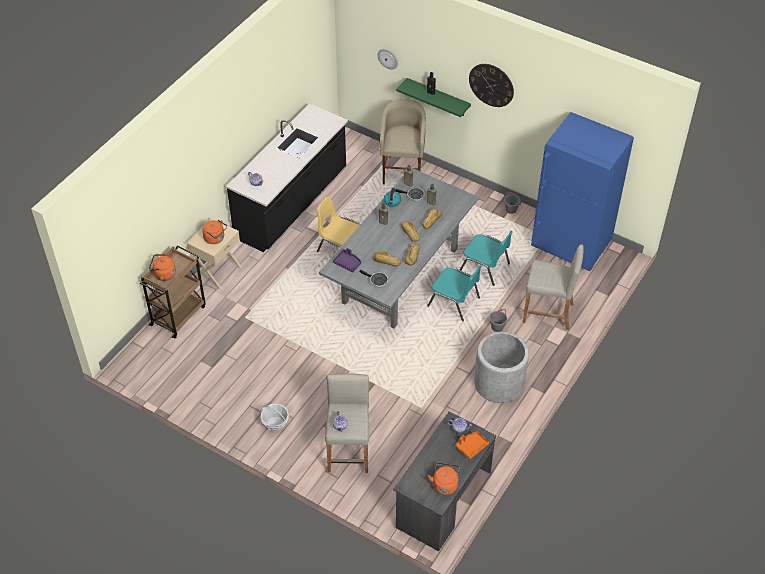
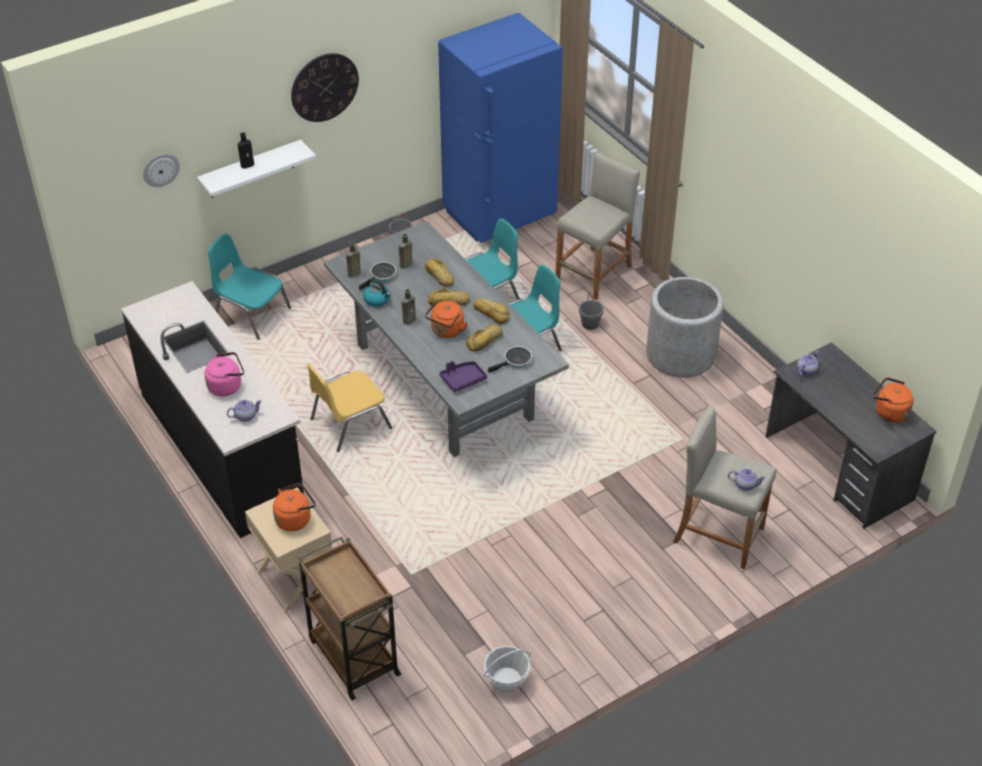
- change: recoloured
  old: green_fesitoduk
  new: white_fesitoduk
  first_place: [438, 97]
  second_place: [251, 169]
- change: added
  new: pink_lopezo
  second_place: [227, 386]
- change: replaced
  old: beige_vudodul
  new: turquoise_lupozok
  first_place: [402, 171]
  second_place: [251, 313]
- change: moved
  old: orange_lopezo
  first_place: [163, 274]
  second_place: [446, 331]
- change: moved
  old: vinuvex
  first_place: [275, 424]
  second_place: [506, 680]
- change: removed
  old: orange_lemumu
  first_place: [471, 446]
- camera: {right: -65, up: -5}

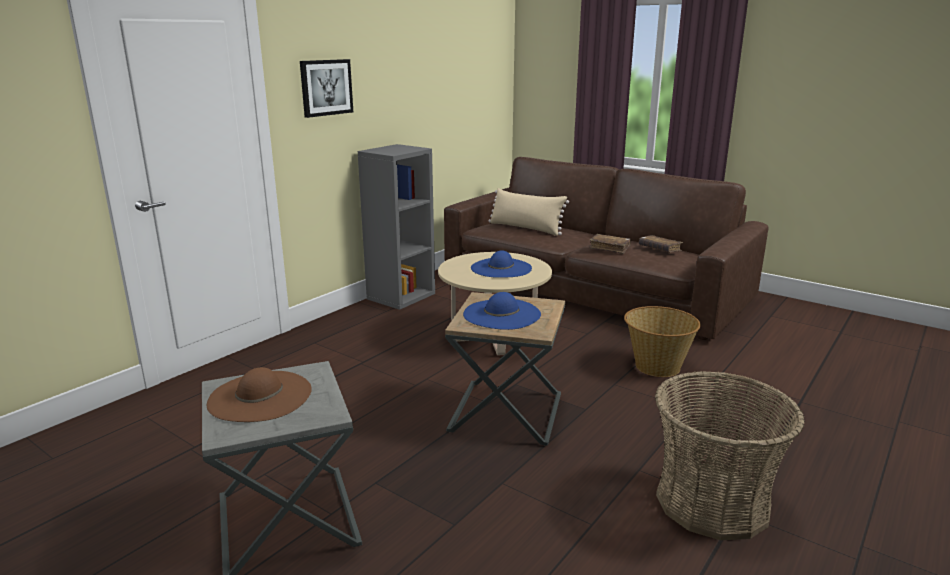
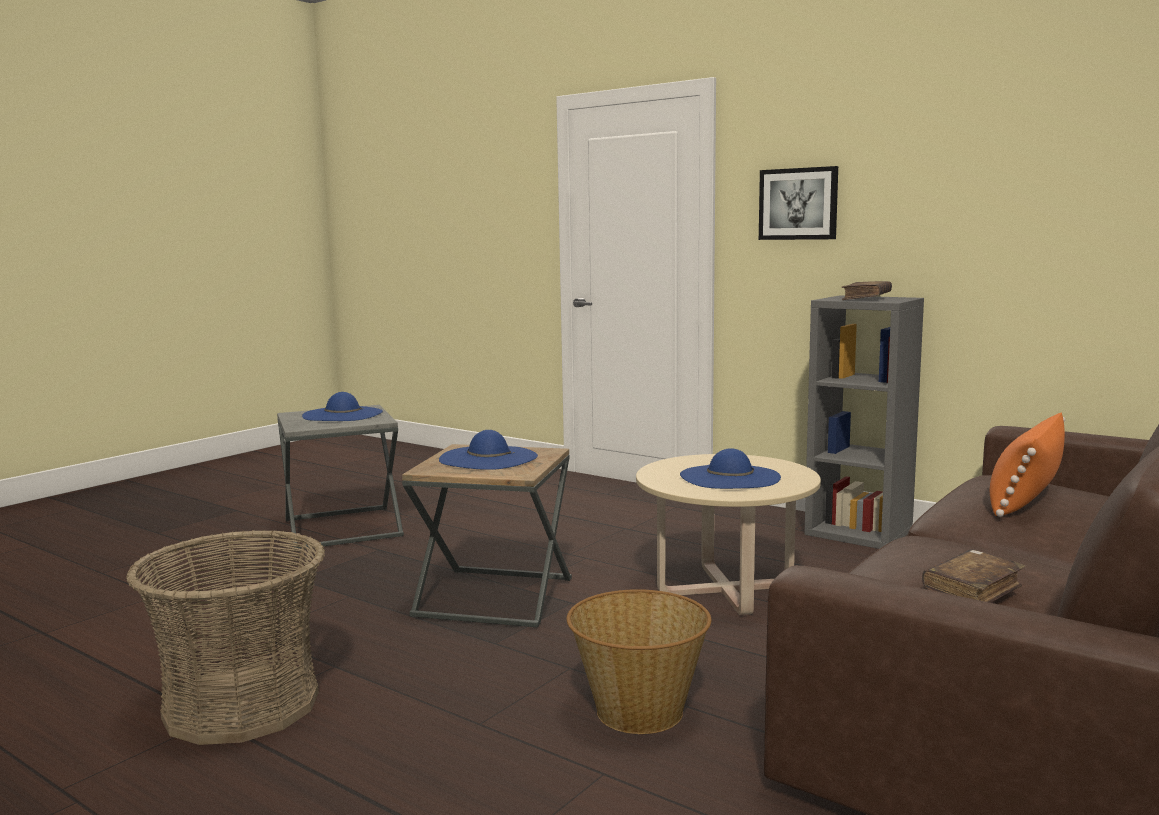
- change: recoloured
  old: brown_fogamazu
  new: blue_fogamazu
  first_place: [260, 396]
  second_place: [342, 414]
- change: moved
  old: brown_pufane
  first_place: [609, 248]
  second_place: [866, 298]
- change: recoloured
  old: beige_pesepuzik
  new: orange_pesepuzik
  first_place: [525, 228]
  second_place: [1025, 497]
- camera: {right: 90, up: -10}

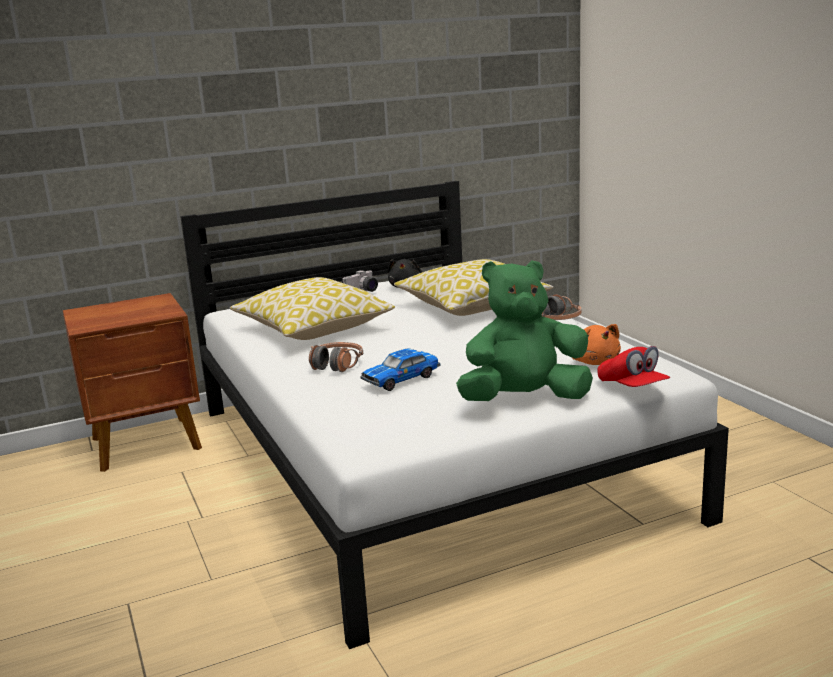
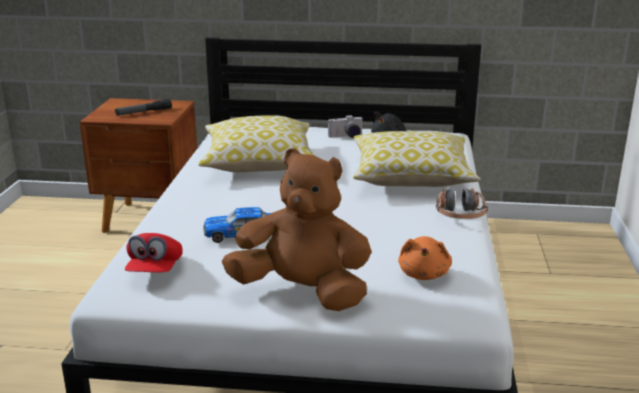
- change: added
  new: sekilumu
  second_place: [144, 112]
- change: moved
  old: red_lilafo
  first_place: [632, 387]
  second_place: [155, 270]
- change: recoloured
  old: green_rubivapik
  new: brown_rubivapik
  first_place: [524, 400]
  second_place: [302, 292]
- change: removed
  old: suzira
  first_place: [336, 365]
- camera: {right: 30, up: 5}

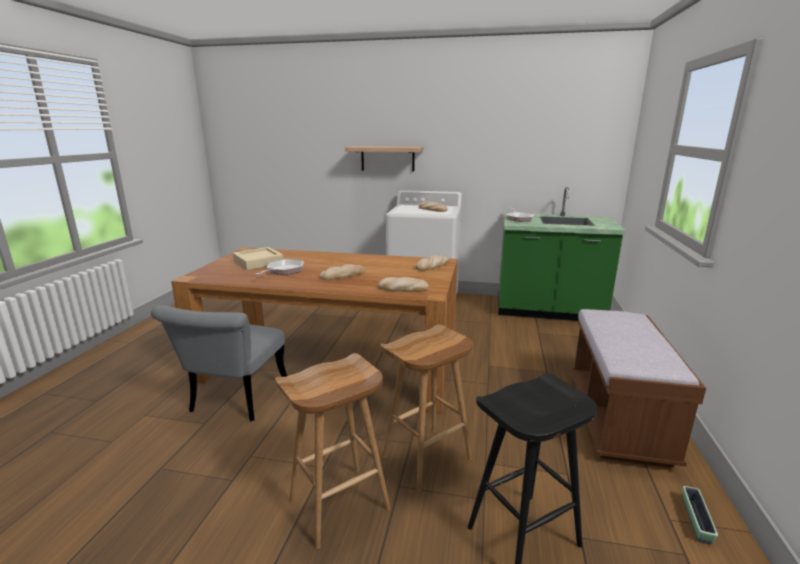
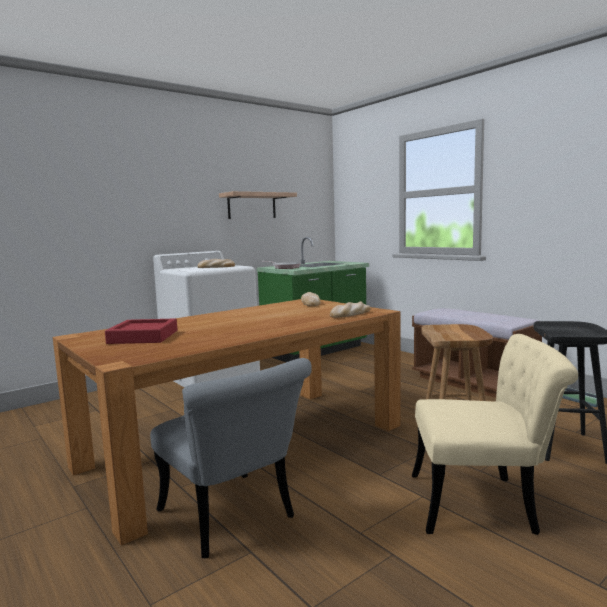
- change: recoloured
  old: beige_lemumu
  new: red_lemumu
  first_place: [258, 262]
  second_place: [143, 337]
- change: moved
  old: fesitoduk
  first_place: [387, 158]
  second_place: [252, 206]
- change: replaced
  old: brown_vudodul
  new: beige_lupozok
  first_place: [338, 506]
  second_place: [485, 503]
- change: removed
  old: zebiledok
  first_place: [283, 271]
- change: removed
  old: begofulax
  first_place: [342, 275]
- camera: {right: -50, up: -10}

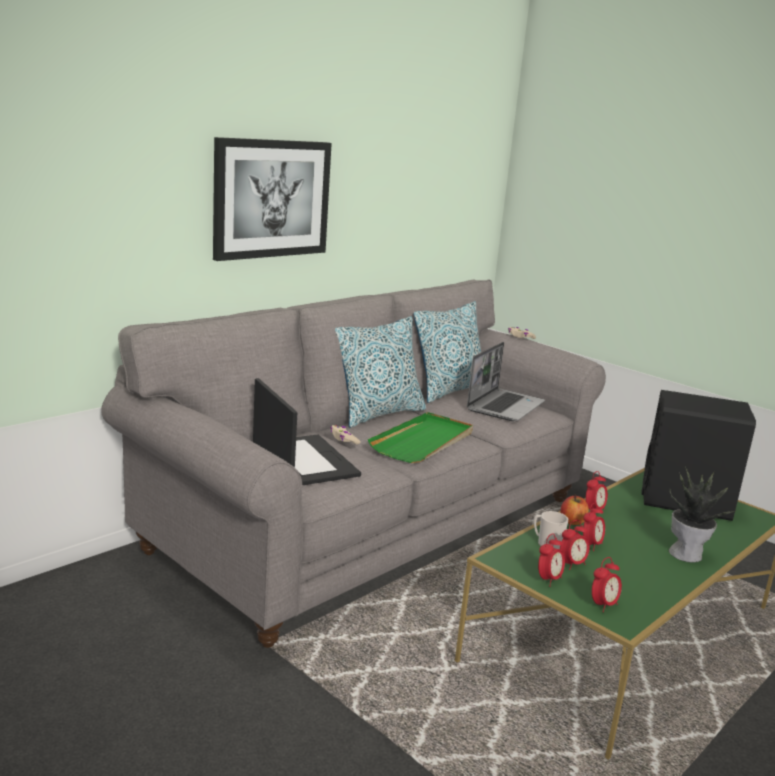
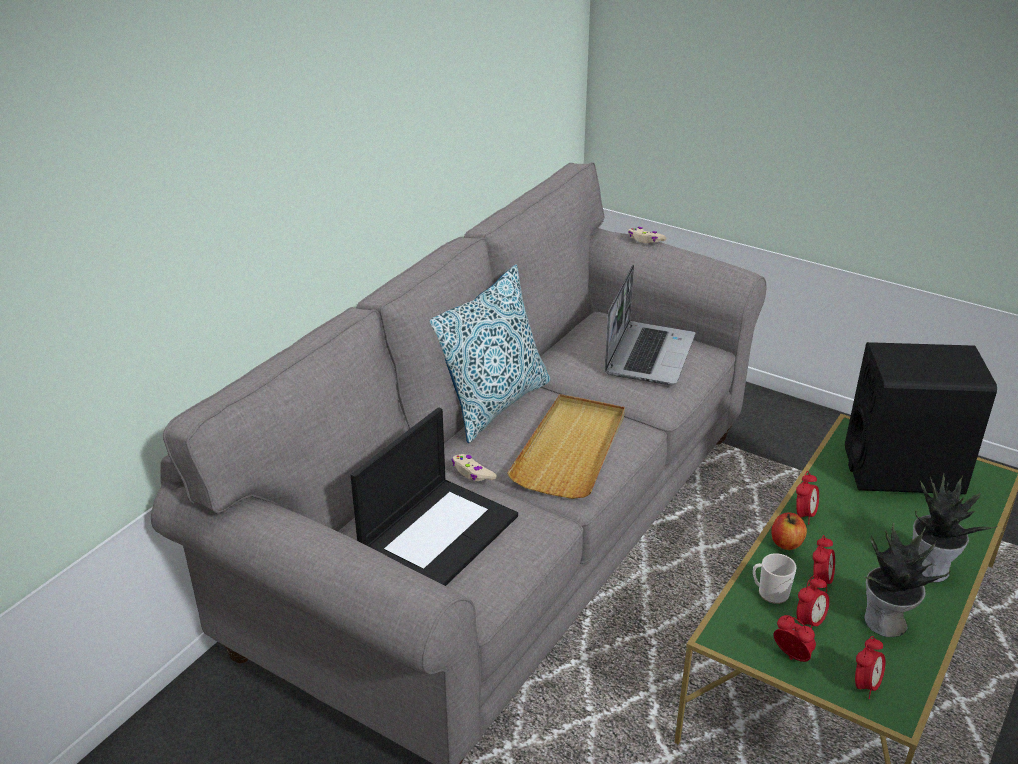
- change: turned
  old: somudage
  first_place: [303, 460]
  second_place: [439, 533]
  degrees: 75
- change: recoloured
  old: green_lemumu
  new: beige_lemumu
  first_place: [423, 441]
  second_place: [571, 449]
- change: turned
  old: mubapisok
  first_place: [548, 579]
  second_place: [791, 657]
  degrees: -75
- change: added
  new: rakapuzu
  second_place: [885, 623]
- change: removed
  old: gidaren
  first_place: [271, 198]
- change: removed
  old: pesepuzik
  first_place: [449, 390]
- camera: {right: -10, up: 15}

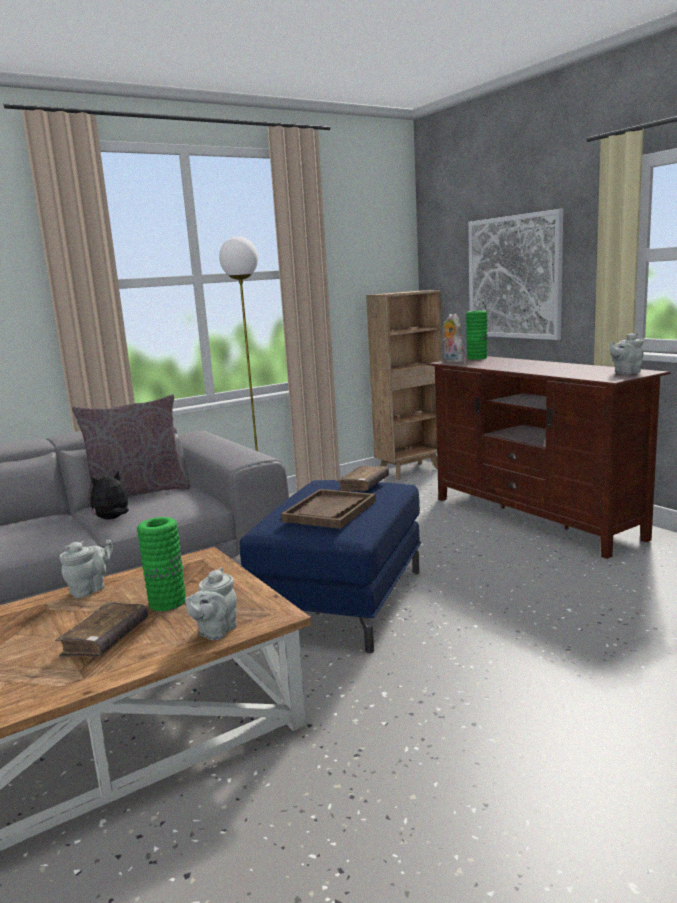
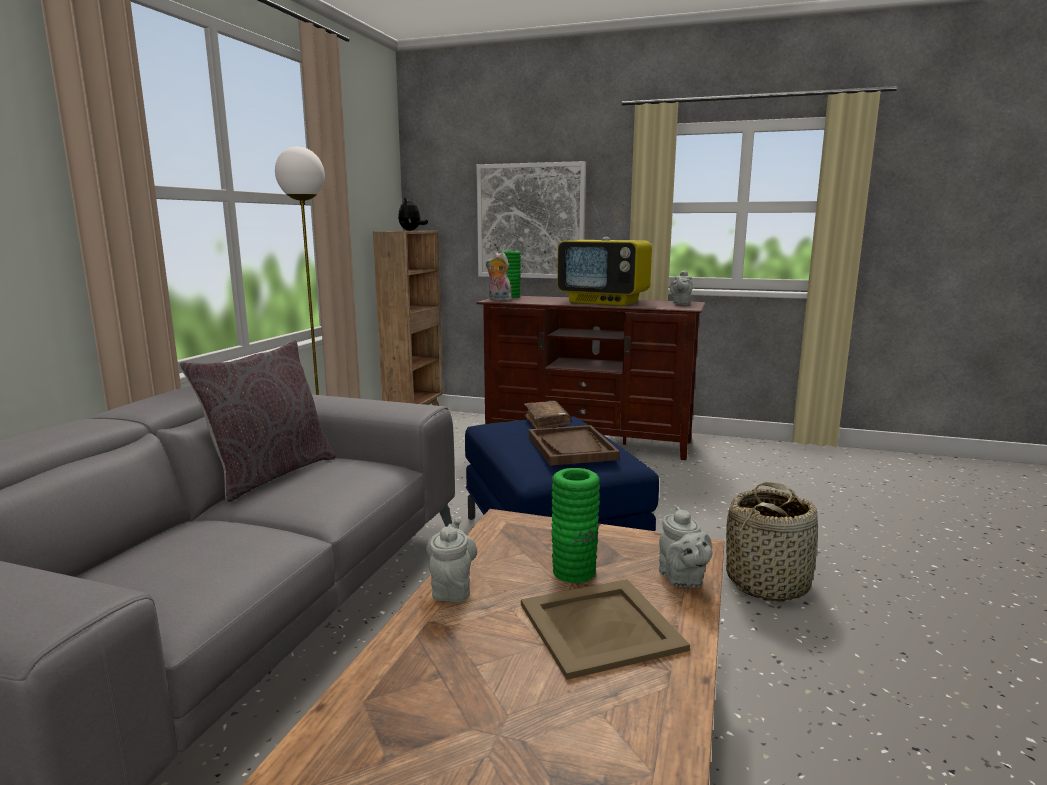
- change: moved
  old: rubivapik
  first_place: [112, 519]
  second_place: [411, 230]
- change: replaced
  old: brown_pufane
  new: beige_lemumu
  first_place: [106, 640]
  second_place: [599, 627]
- change: added
  new: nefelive
  second_place: [604, 302]
- change: added
  new: vinuvex
  second_place: [768, 582]
- camera: {right: -40, up: 0}

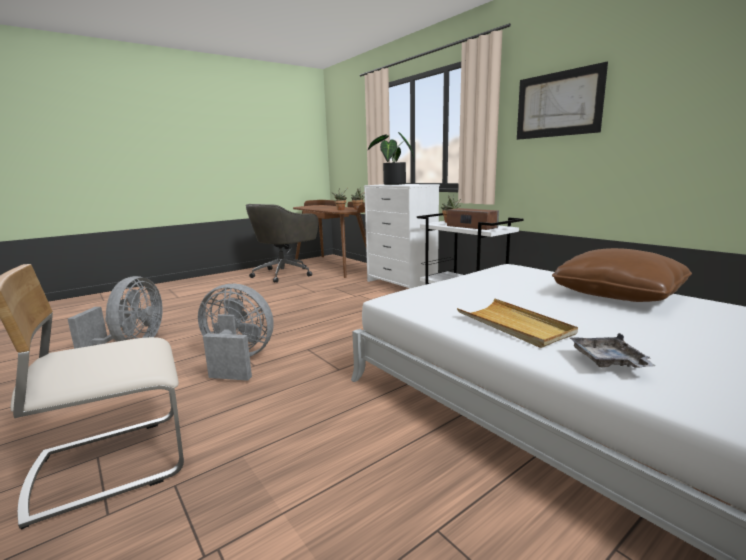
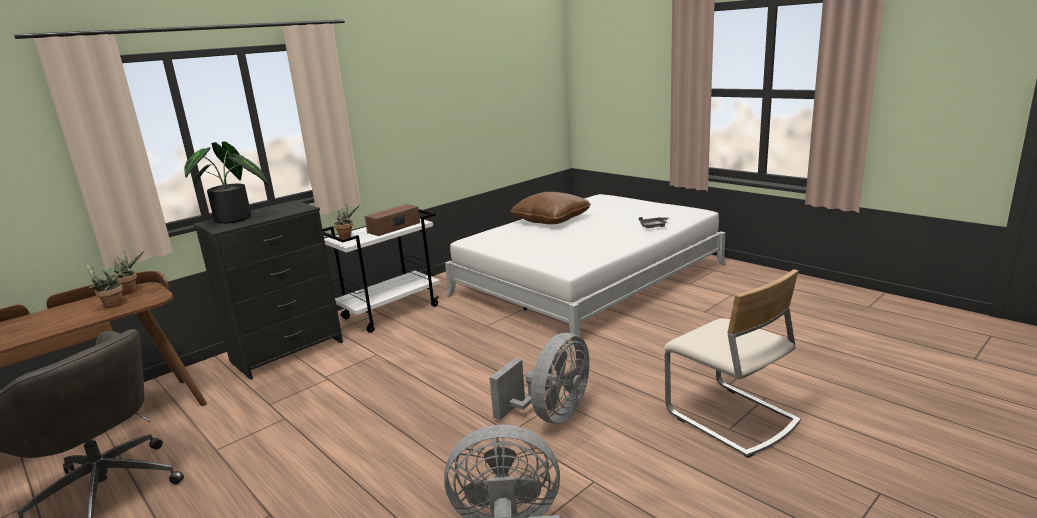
- change: recoloured
  old: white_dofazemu
  new: black_dofazemu
  first_place: [400, 284]
  second_place: [287, 352]
- change: turned
  old: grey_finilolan
  first_place: [237, 361]
  second_place: [551, 415]
  degrees: -150
- change: removed
  old: beige_lemumu
  first_place: [514, 325]
- change: removed
  old: gidaren
  first_place: [558, 104]
- camera: {right: -95, up: 5}

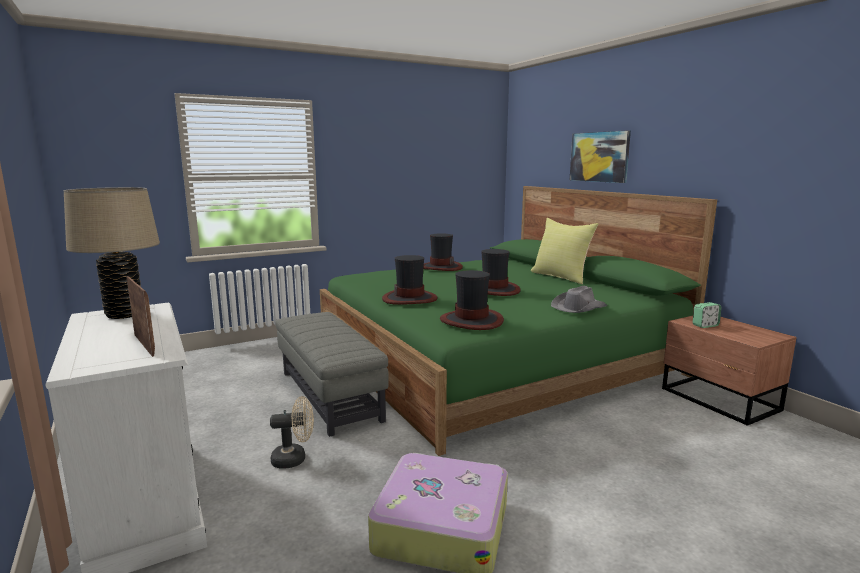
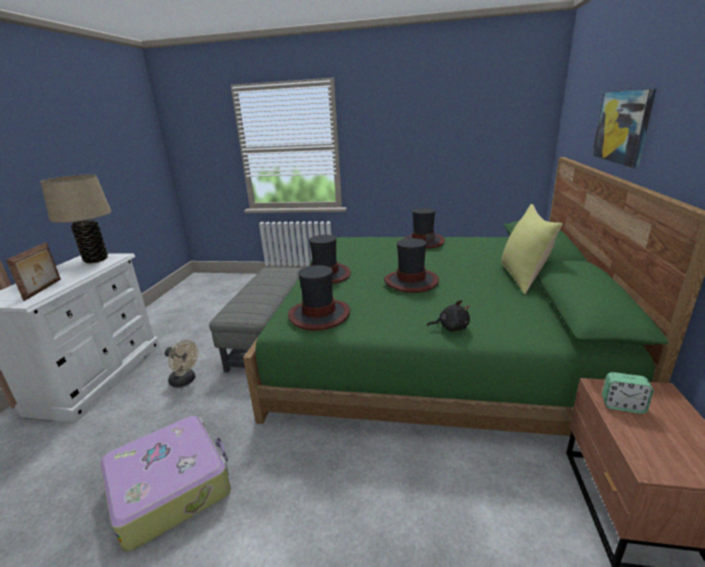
- change: replaced
  old: grey_fogamazu
  new: black_rubivapik
  first_place: [578, 307]
  second_place: [451, 327]
- camera: {right: 40, up: 10}

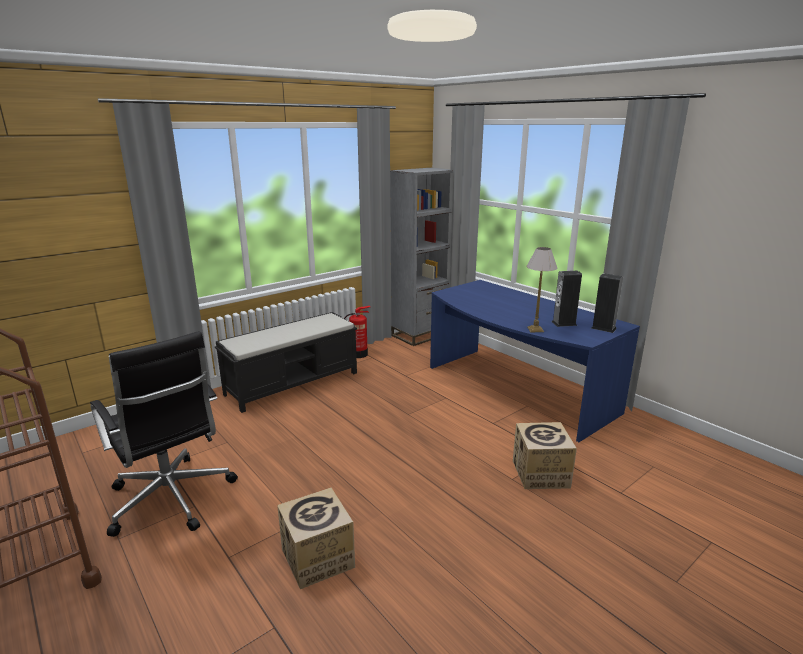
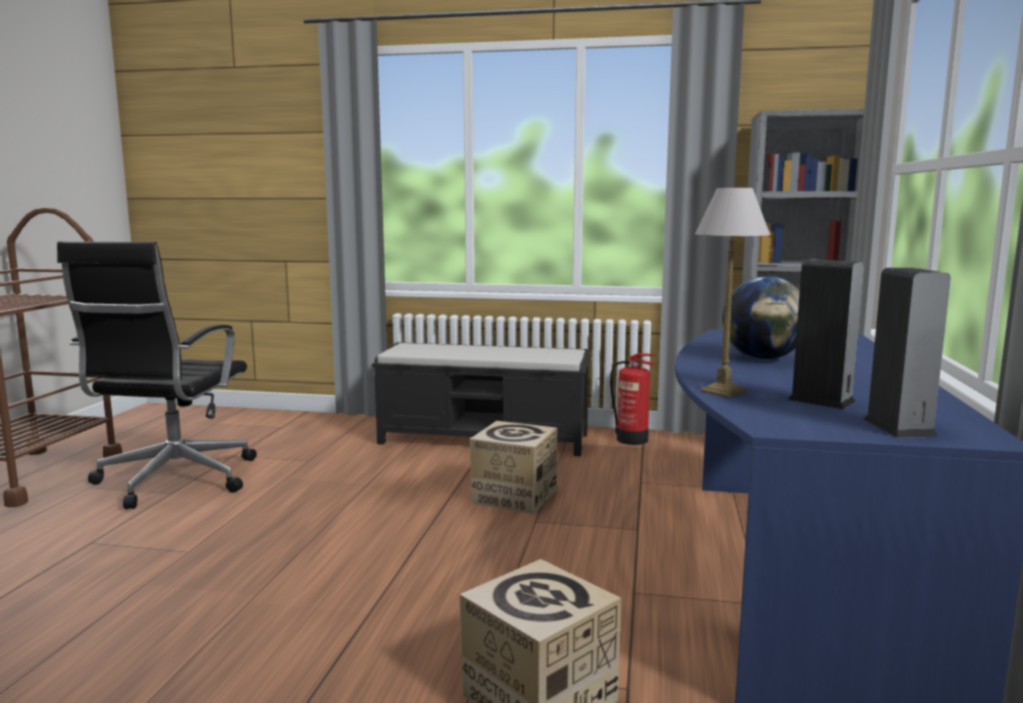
- change: moved
  old: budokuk
  first_place: [317, 558]
  second_place: [514, 496]
- change: added
  new: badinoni
  second_place: [762, 359]
- camera: {right: 50, up: -10}

